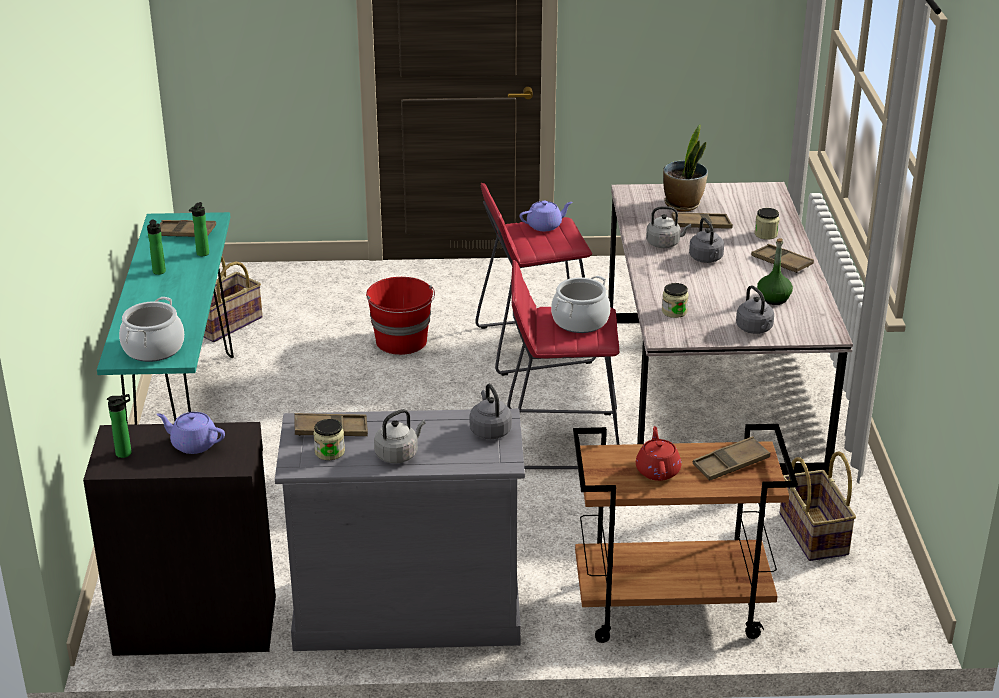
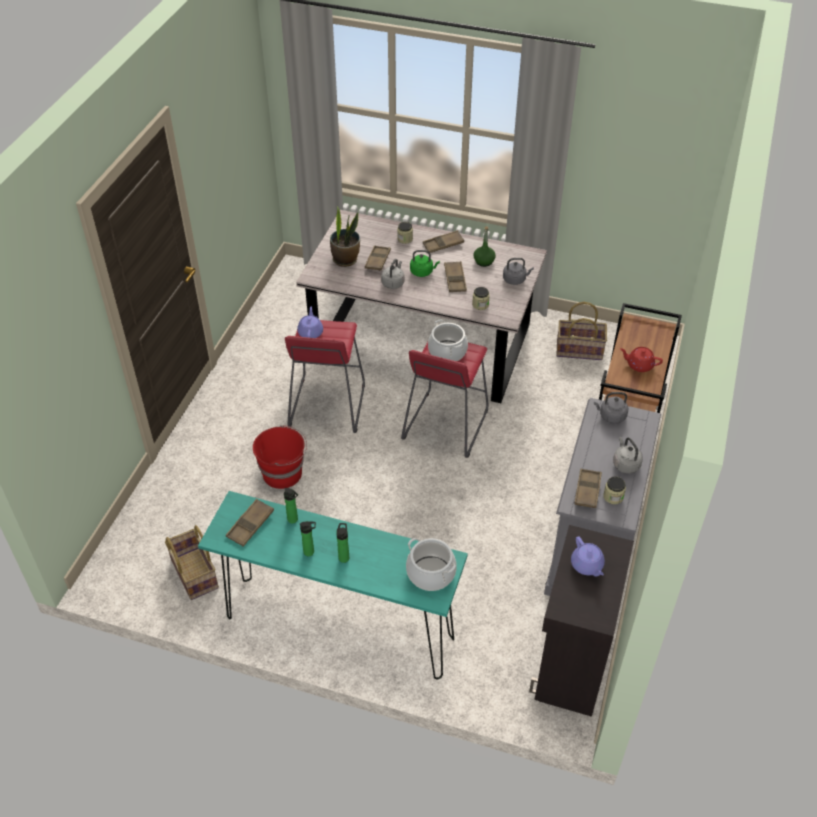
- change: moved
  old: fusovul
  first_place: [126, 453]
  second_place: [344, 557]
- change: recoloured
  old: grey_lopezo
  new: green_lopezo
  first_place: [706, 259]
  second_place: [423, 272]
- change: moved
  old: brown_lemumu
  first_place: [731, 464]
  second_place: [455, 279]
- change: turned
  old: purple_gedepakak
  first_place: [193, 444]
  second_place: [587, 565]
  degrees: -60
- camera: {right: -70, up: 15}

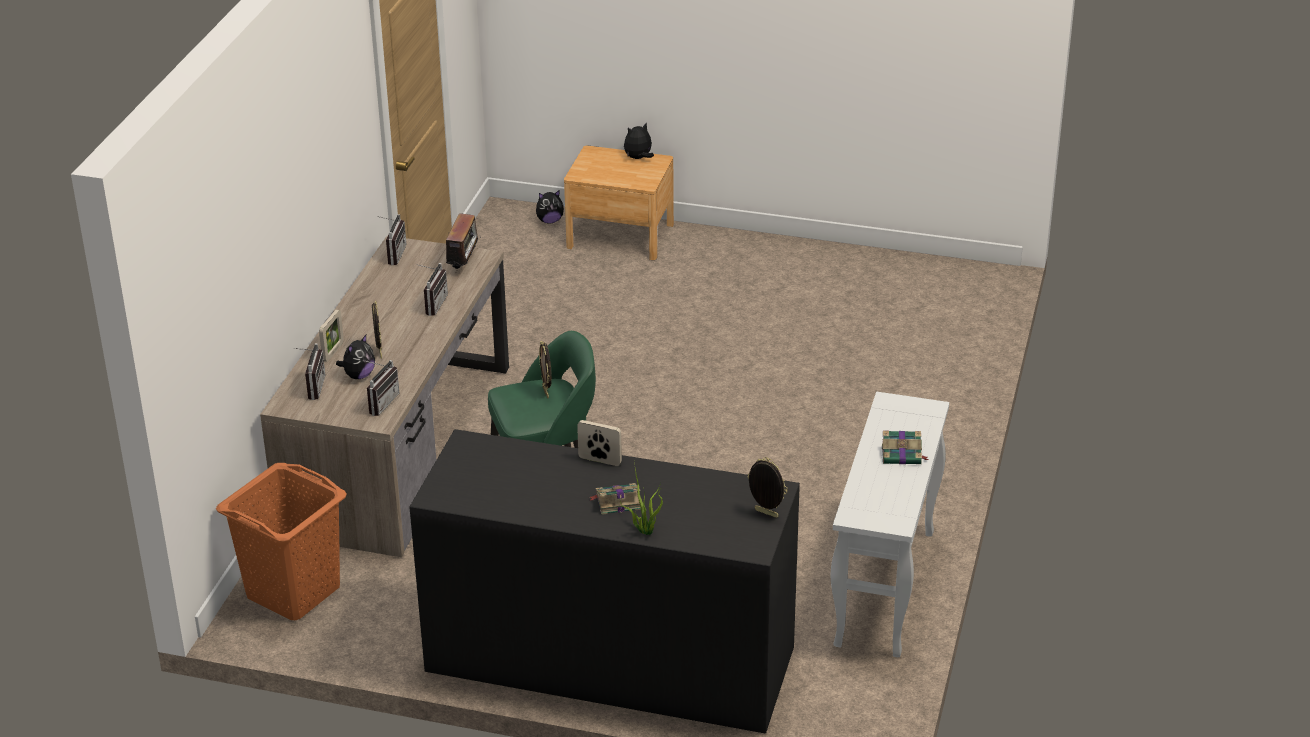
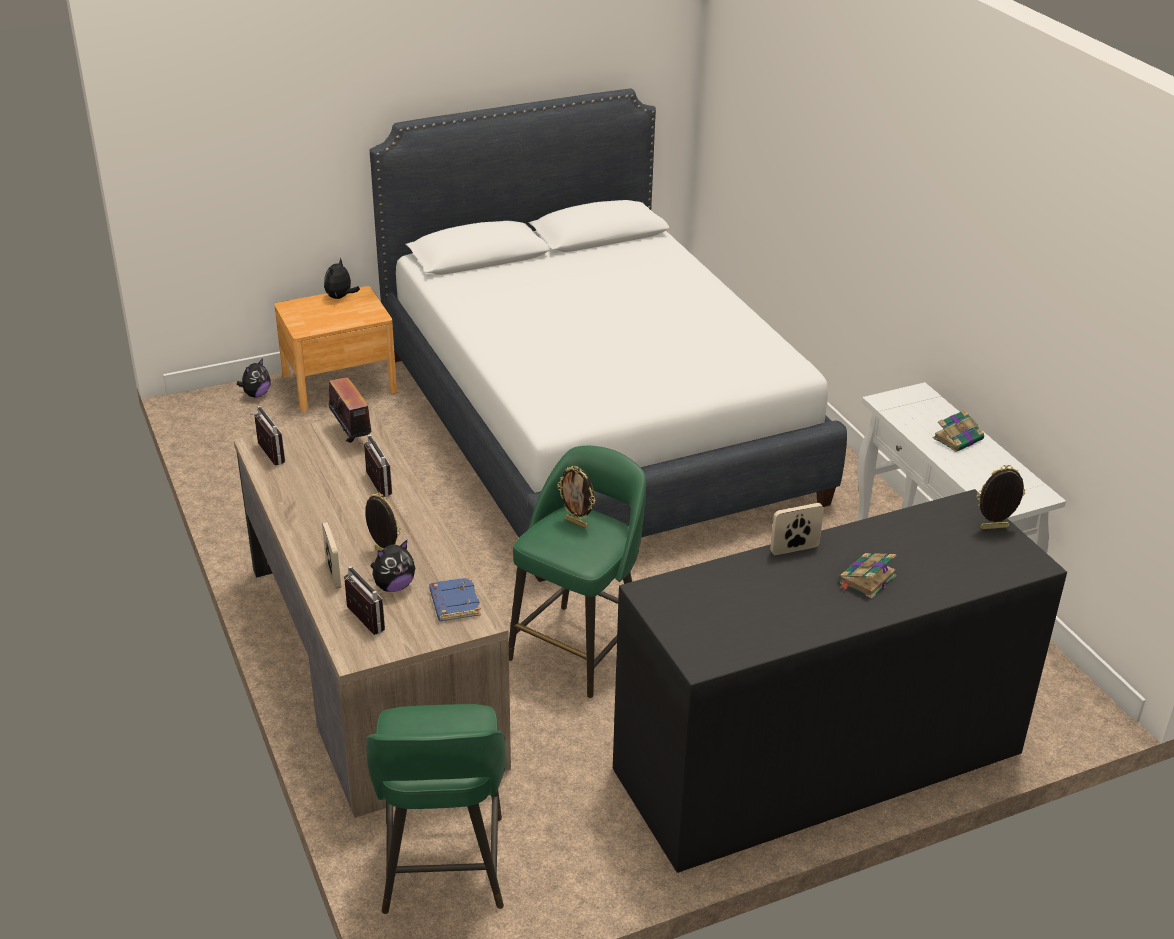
- change: replaced
  old: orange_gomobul
  new: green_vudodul
  first_place: [292, 592]
  second_place: [443, 868]
- change: added
  new: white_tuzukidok
  second_place: [595, 425]
- change: turned
  old: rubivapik
  first_place: [358, 375]
  second_place: [393, 586]
  degrees: 60
- change: replaced
  old: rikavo
  new: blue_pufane
  first_place: [380, 402]
  second_place: [454, 603]
- change: removed
  old: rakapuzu
  first_place: [644, 531]
- camera: {right: -40, up: 0}

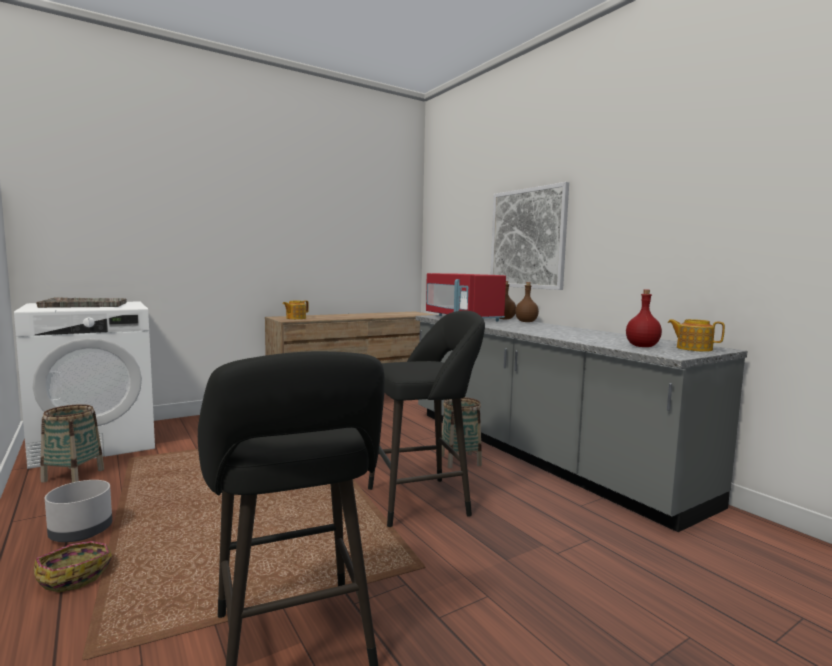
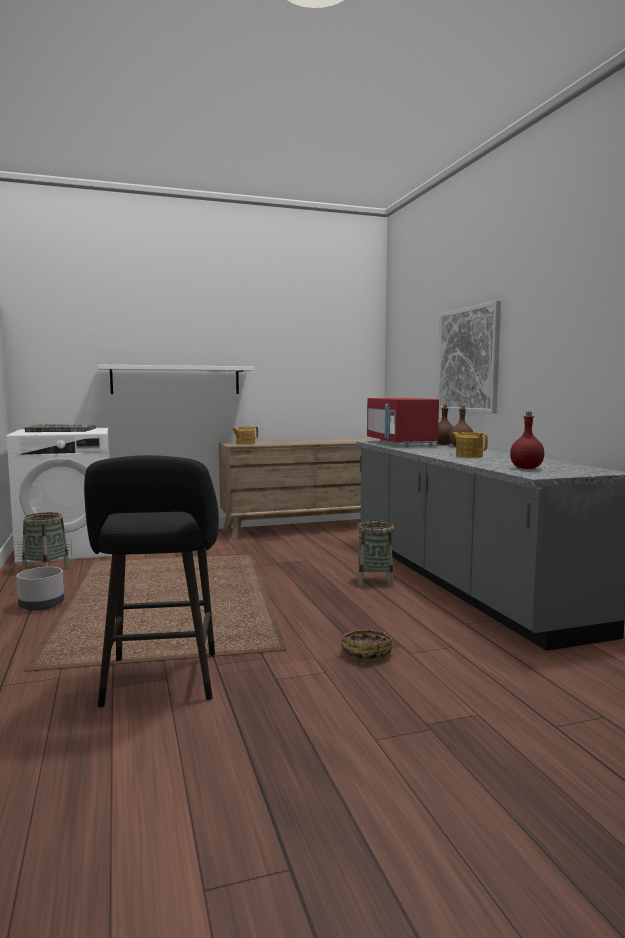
- change: added
  new: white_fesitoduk
  second_place: [176, 380]
- change: moved
  old: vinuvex
  first_place: [75, 575]
  second_place: [367, 653]
- change: moved
  old: gedepakak
  first_place: [693, 348]
  second_place: [468, 456]
- change: removed
  old: black_vudodul
  first_place: [423, 500]
- camera: {right: 15, up: 0}

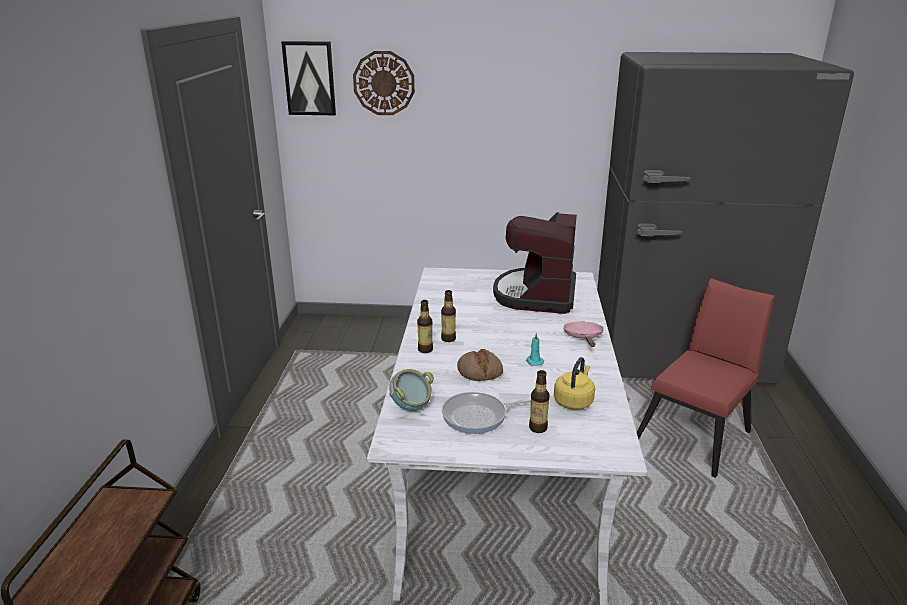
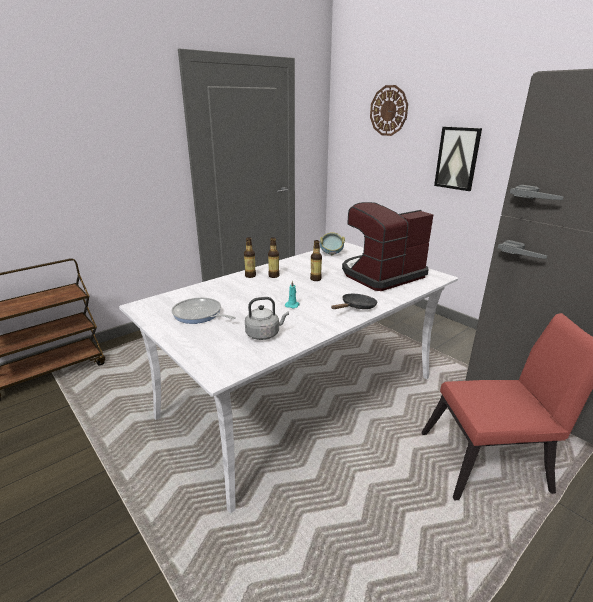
- change: recoloured
  old: yellow_lopezo
  new: grey_lopezo
  first_place: [574, 401]
  second_place: [264, 334]
- change: moved
  old: fusovul
  first_place: [538, 428]
  second_place: [315, 279]
- change: moved
  old: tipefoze
  first_place: [411, 407]
  second_place: [331, 254]
- change: recoloured
  old: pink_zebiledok
  new: black_zebiledok
  first_place: [583, 337]
  second_place: [356, 307]
- change: moved
  old: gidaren
  first_place: [309, 78]
  second_place: [457, 158]
- change: removed
  old: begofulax
  first_place: [479, 372]
- camera: {right: 45, up: 0}

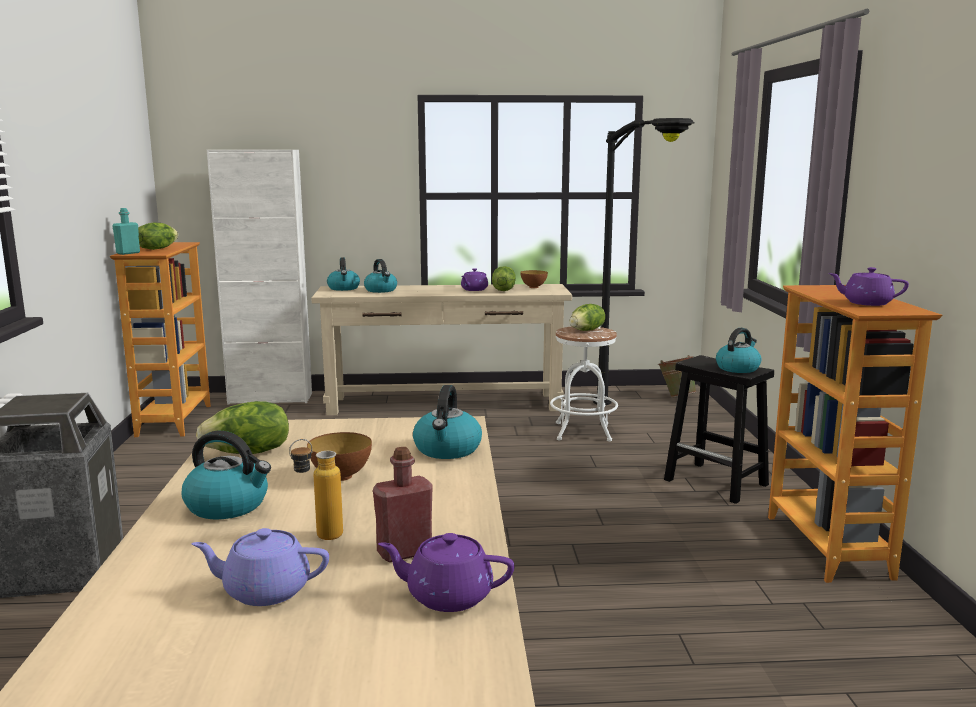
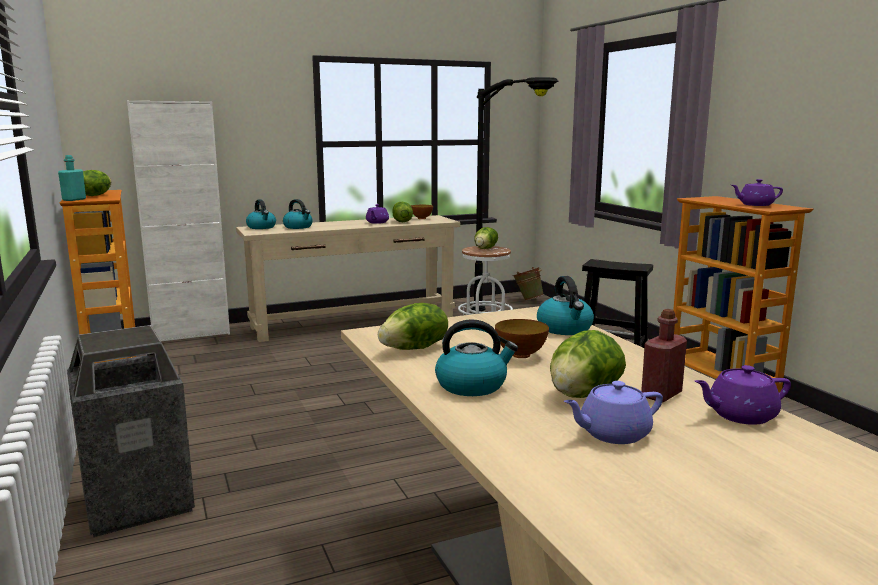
- change: replaced
  old: fusovul
  new: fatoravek
  first_place: [319, 537]
  second_place: [583, 395]
- change: removed
  old: lopezo
  first_place: [738, 368]
- camera: {right: -20, up: 0}

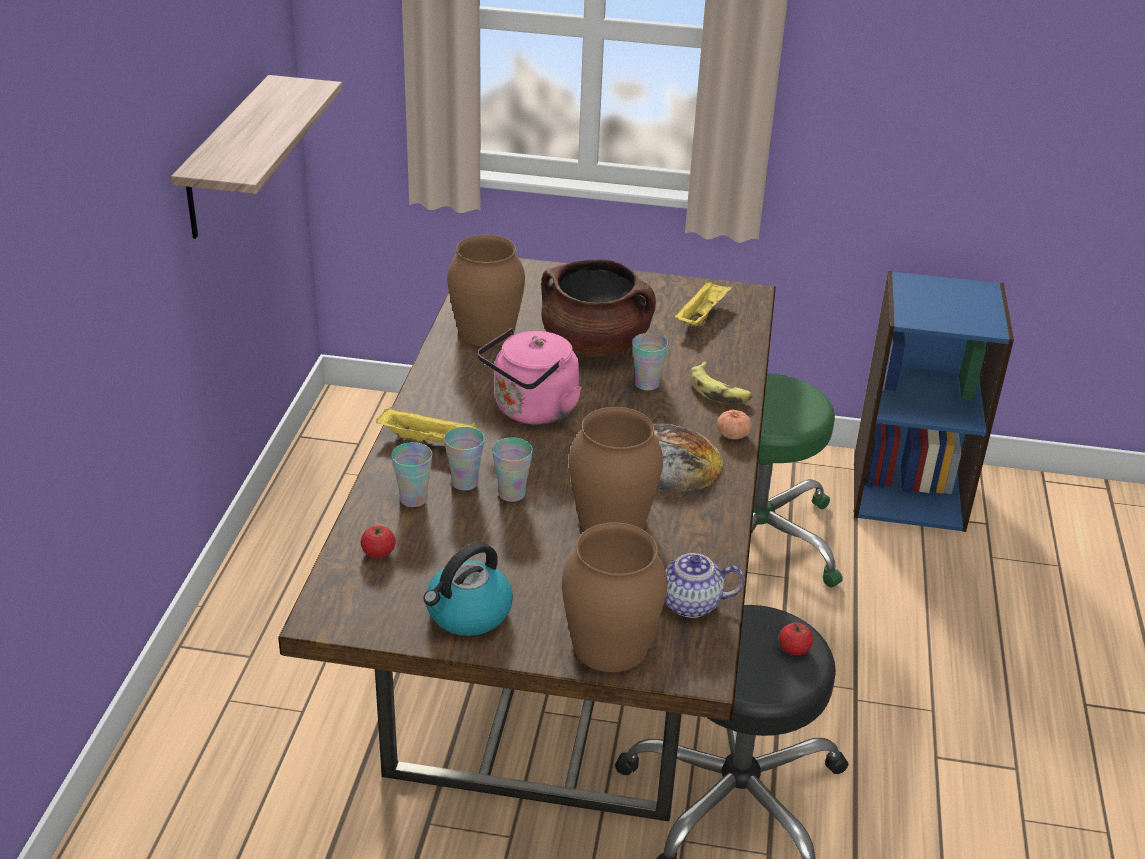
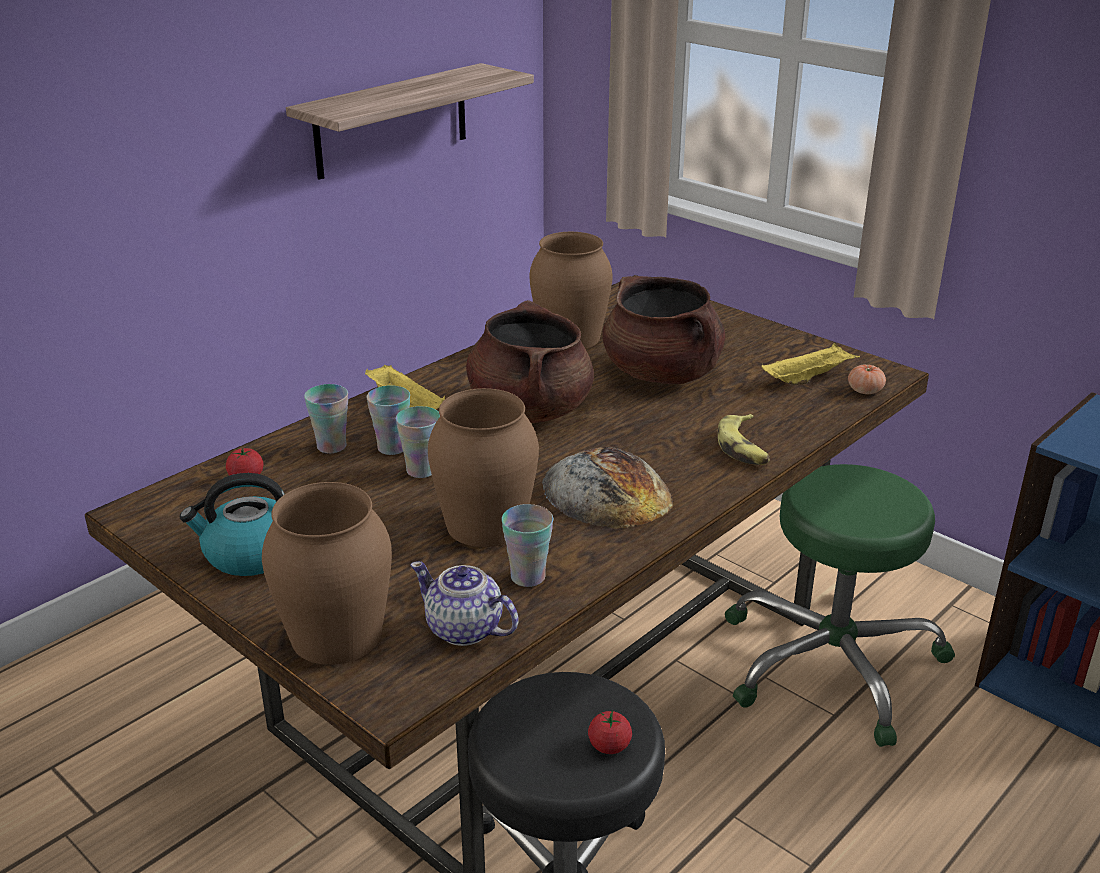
- change: replaced
  old: pink_lopezo
  new: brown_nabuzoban
  first_place: [532, 411]
  second_place: [530, 410]
- change: moved
  old: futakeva
  first_place: [646, 384]
  second_place: [528, 577]
- change: moved
  old: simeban
  first_place: [733, 434]
  second_place: [865, 391]
- camera: {right: 35, up: -5}

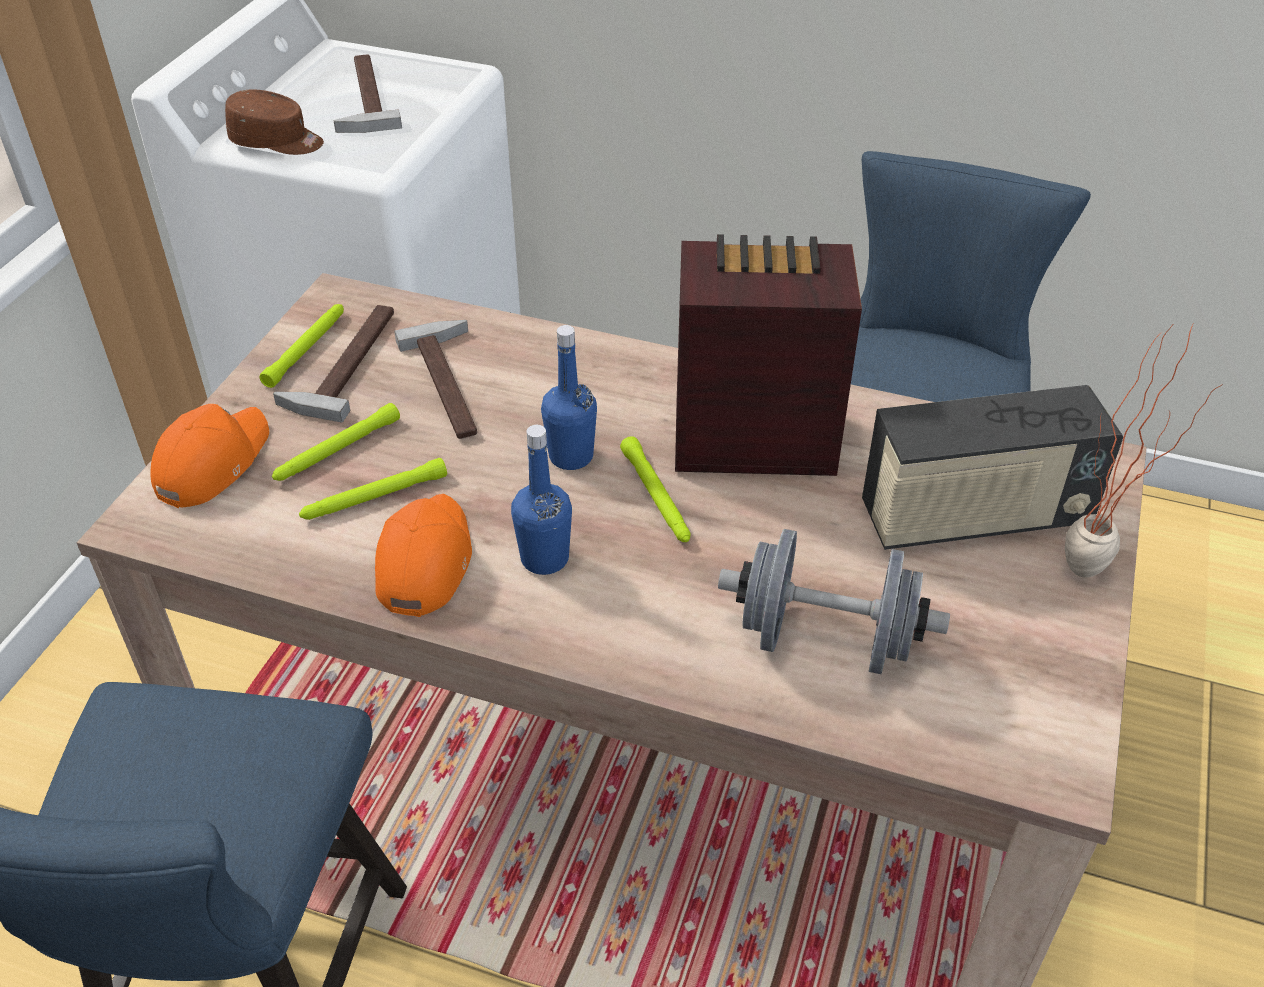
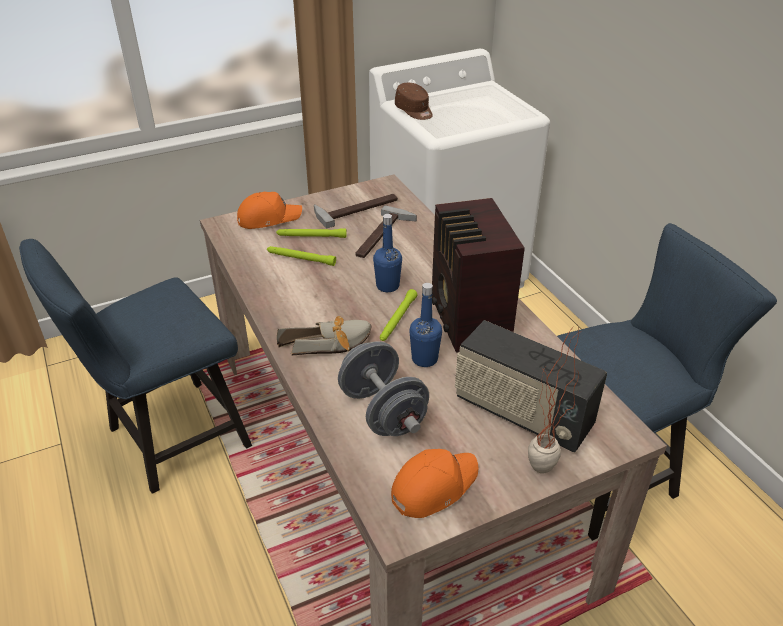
- change: added
  new: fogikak
  second_place: [332, 344]
- change: moved
  old: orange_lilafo
  first_place: [424, 562]
  second_place: [433, 486]
- change: moved
  old: blue_fusovul
  first_place: [544, 558]
  second_place: [424, 359]
- change: turned
  old: rikavo
  first_place: [750, 439]
  second_place: [468, 322]
  degrees: -150
- change: removed
  old: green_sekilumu
  first_place: [307, 349]
- change: removed
  old: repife
  first_place: [362, 96]
- camera: {right: 45, up: -5}

